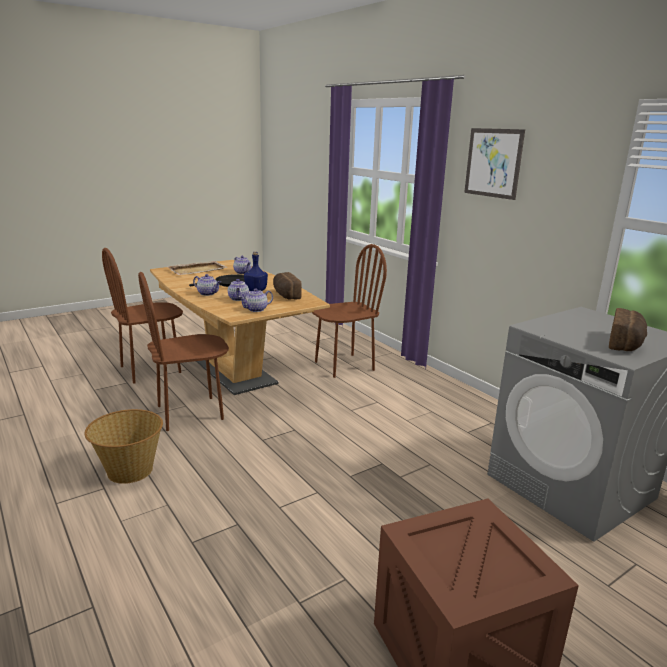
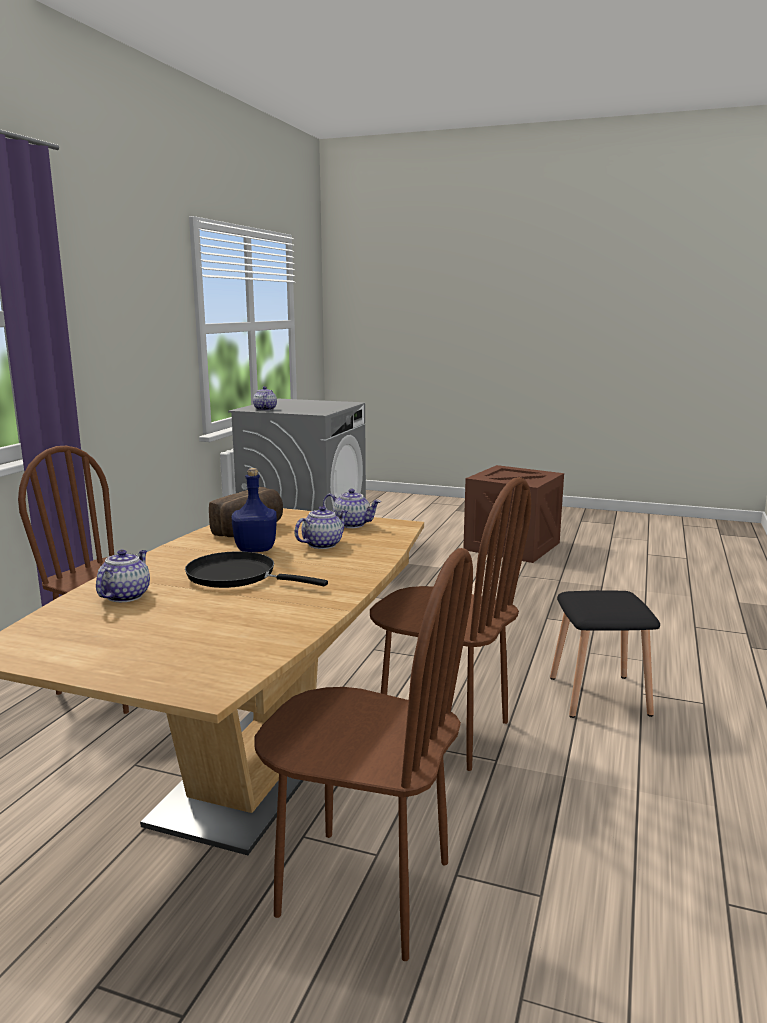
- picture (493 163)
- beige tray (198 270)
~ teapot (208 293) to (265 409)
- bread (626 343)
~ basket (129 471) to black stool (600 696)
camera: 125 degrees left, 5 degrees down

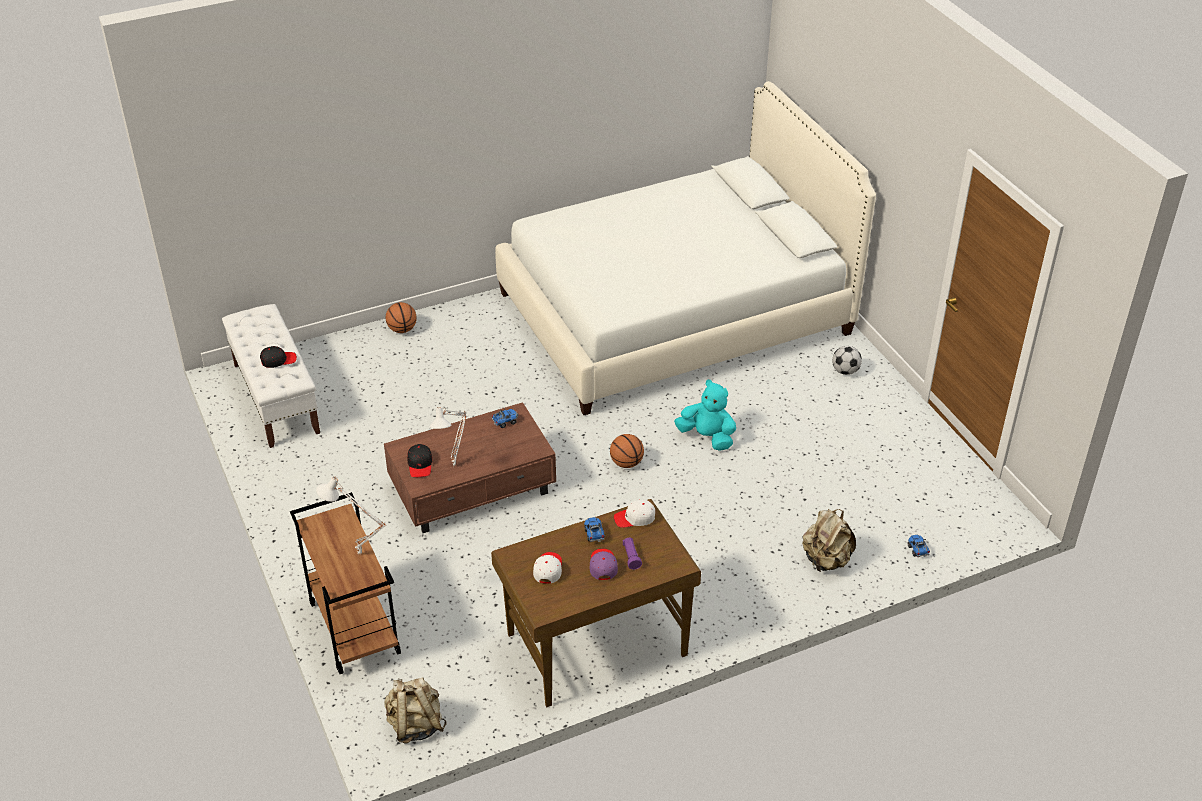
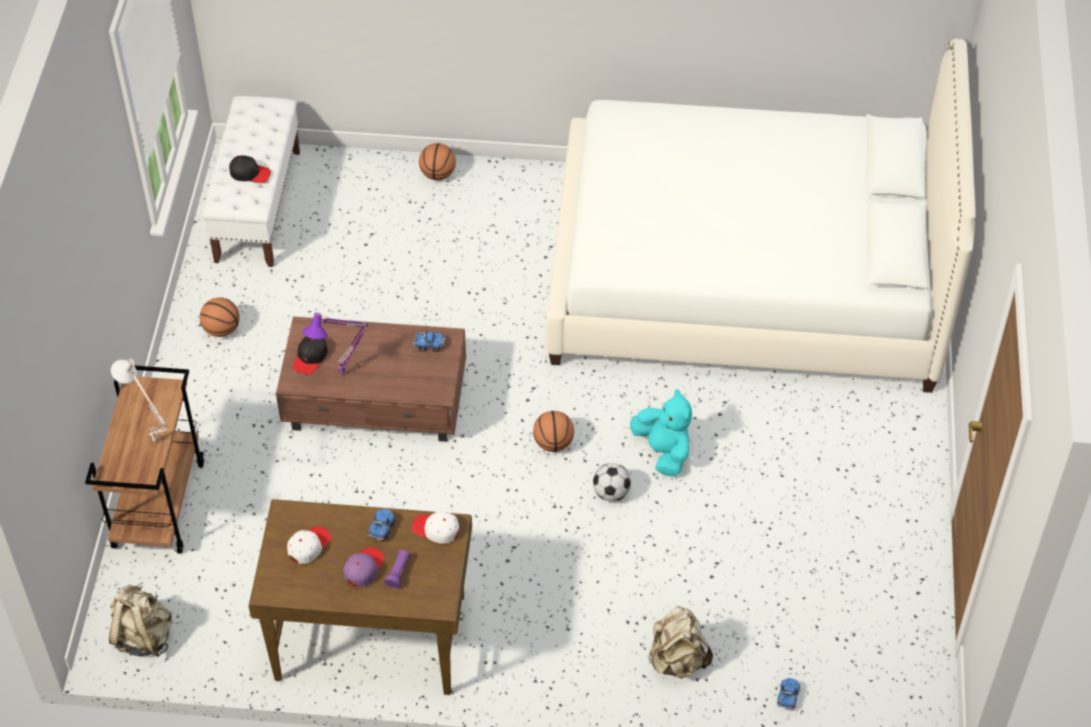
~ football (845 371) to (611 493)
~ white table lamp (456 466) to purple table lamp (343 376)
+ basketball (222 329)
camera: 30 degrees right, 10 degrees up

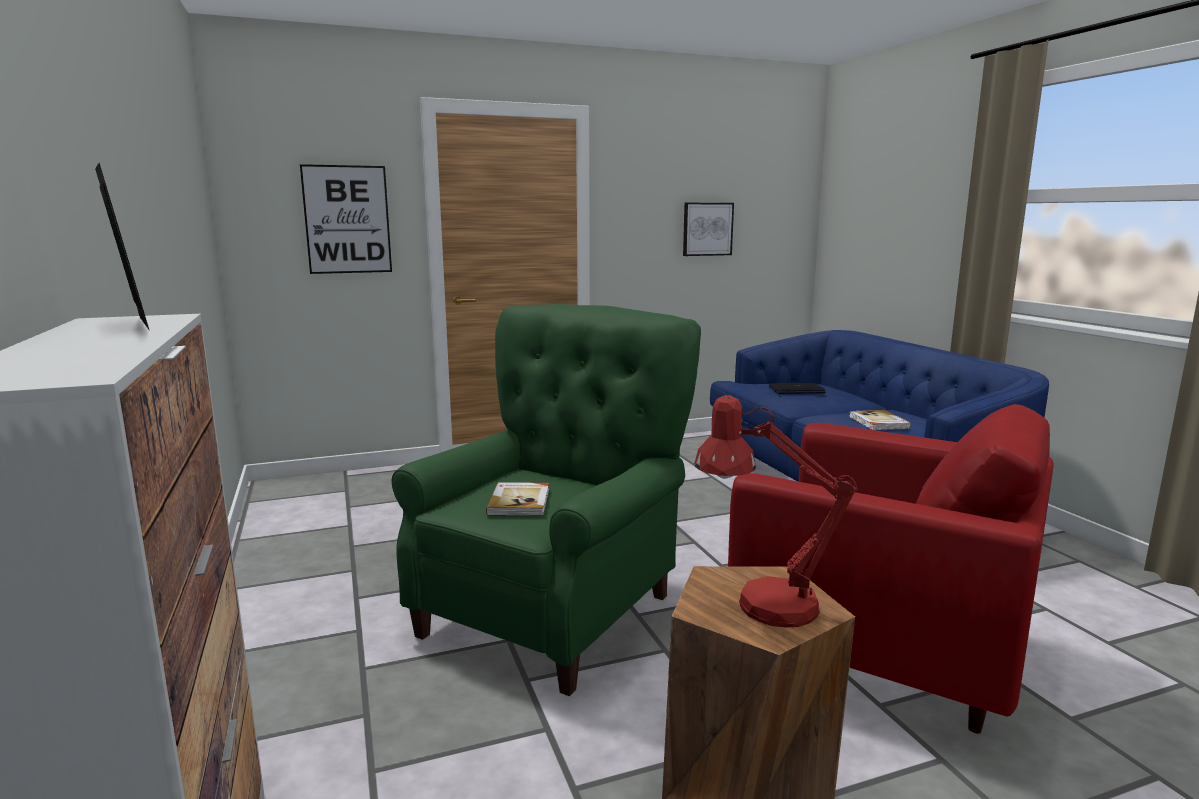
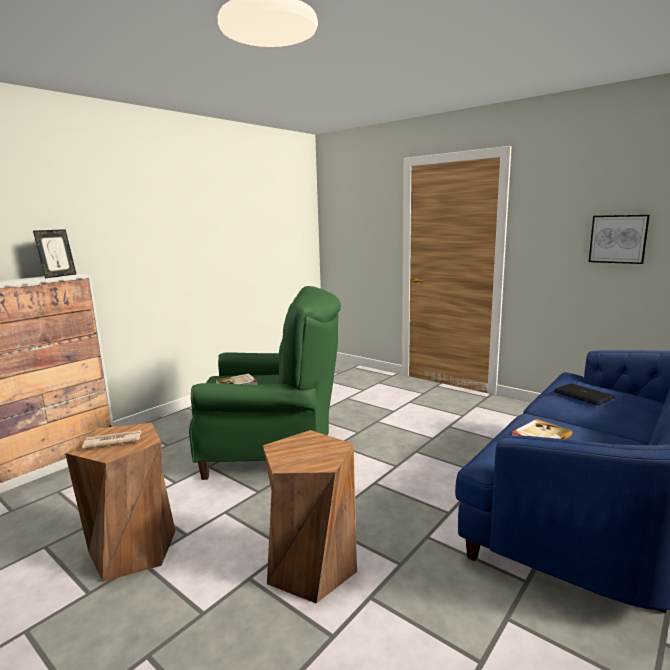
- picture (347 219)
~ red table lamp (760 604) to newspaper (112 441)
~ red armchair (877 654) to brown stool (311 567)
camera: 60 degrees right, 0 degrees up

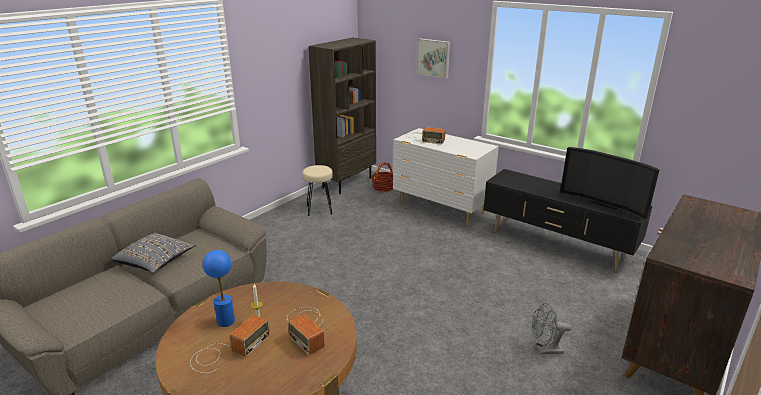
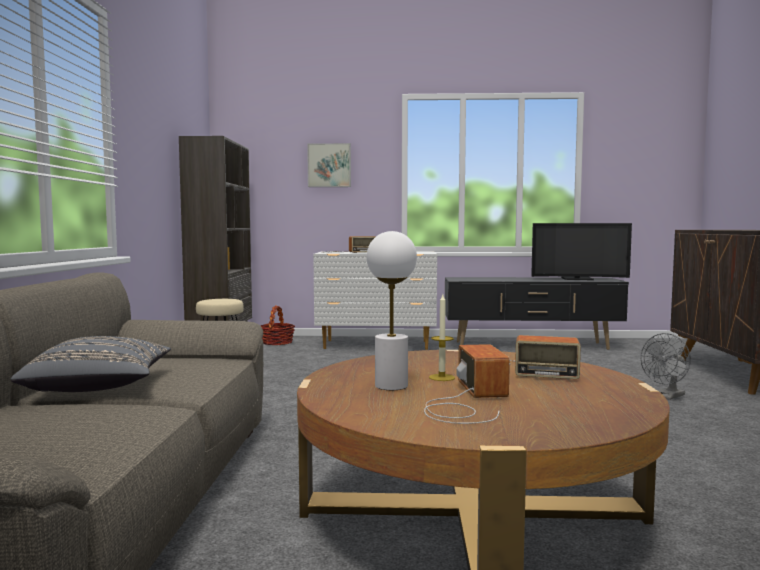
~ blue table lamp (225 321) to white table lamp (390 386)
camera: 35 degrees left, 20 degrees down

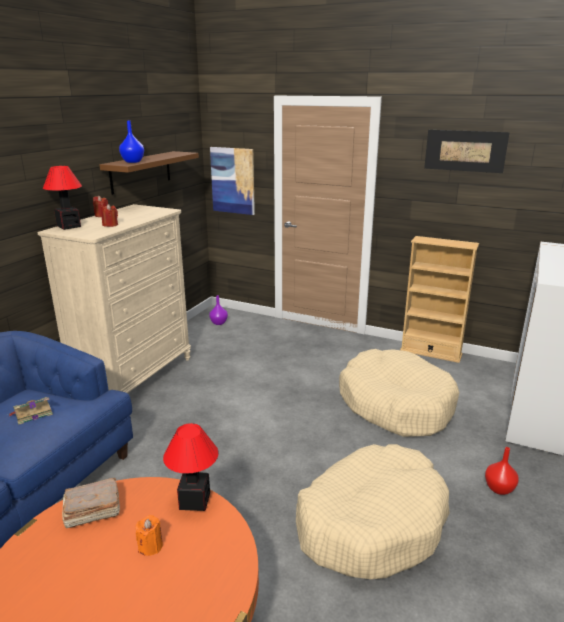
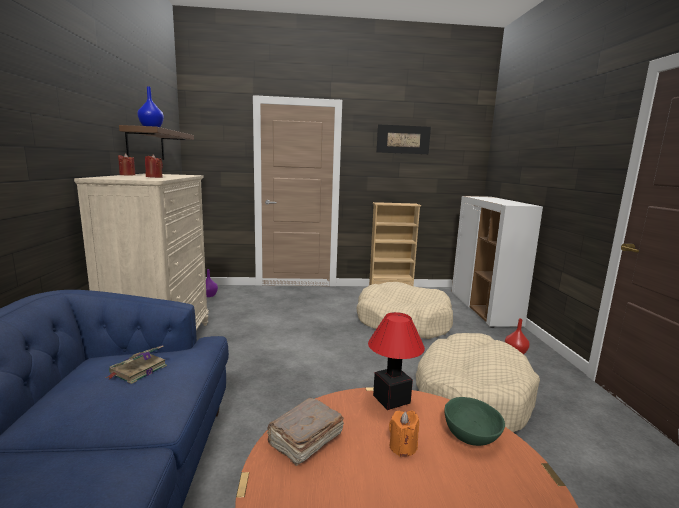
- picture (233 180)
- table lamp (68 226)
+ green bowl (470 435)
camera: 30 degrees left, 10 degrees down

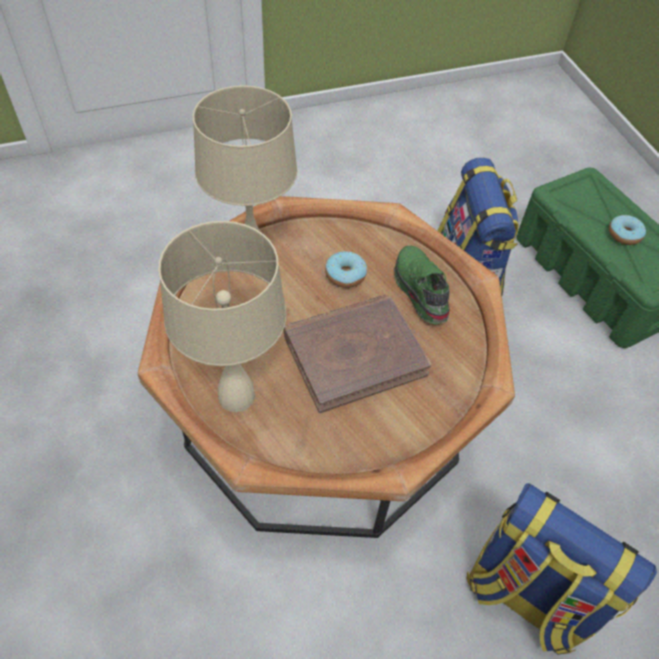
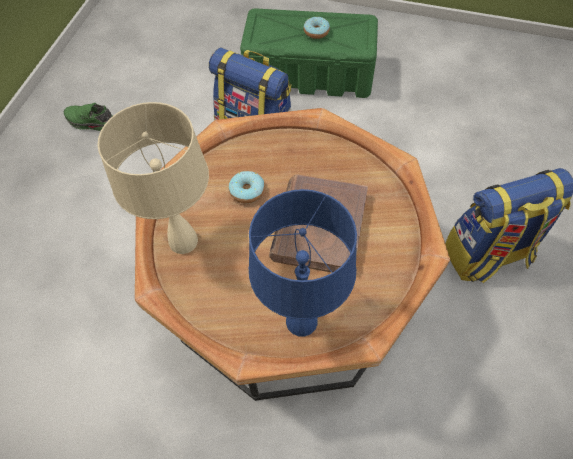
~ beige table lamp (235 396) to blue table lamp (301 322)
~ green shoe (419 290) to (91 123)
camera: 50 degrees left, 5 degrees up

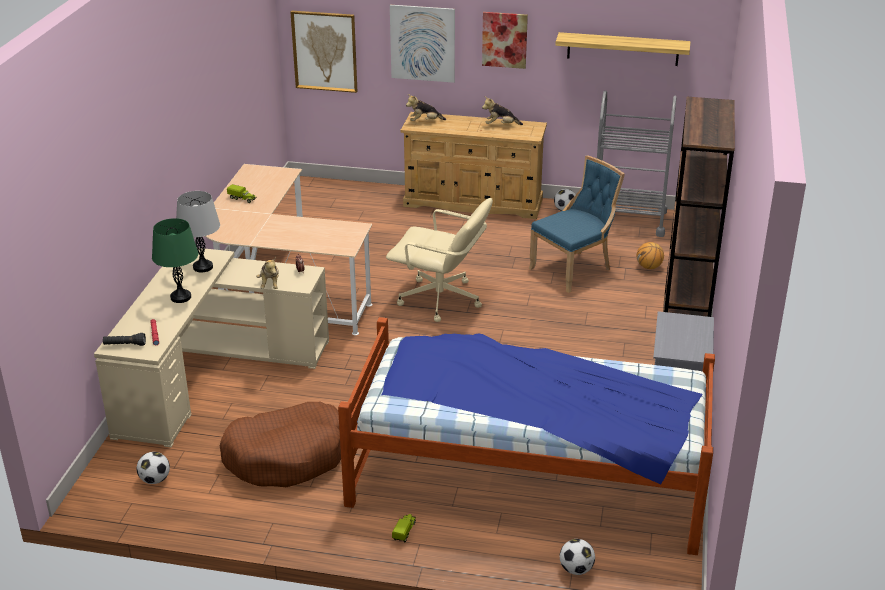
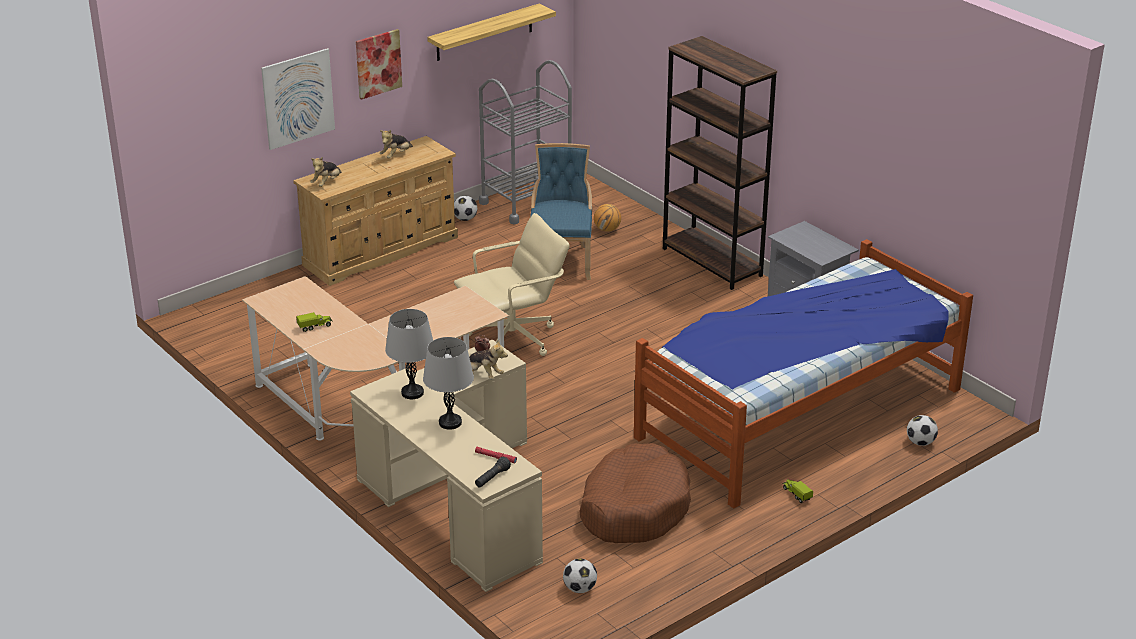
- picture (325 51)
~ green table lamp (180 297) to grey table lamp (450 422)
camera: 50 degrees left, 0 degrees up

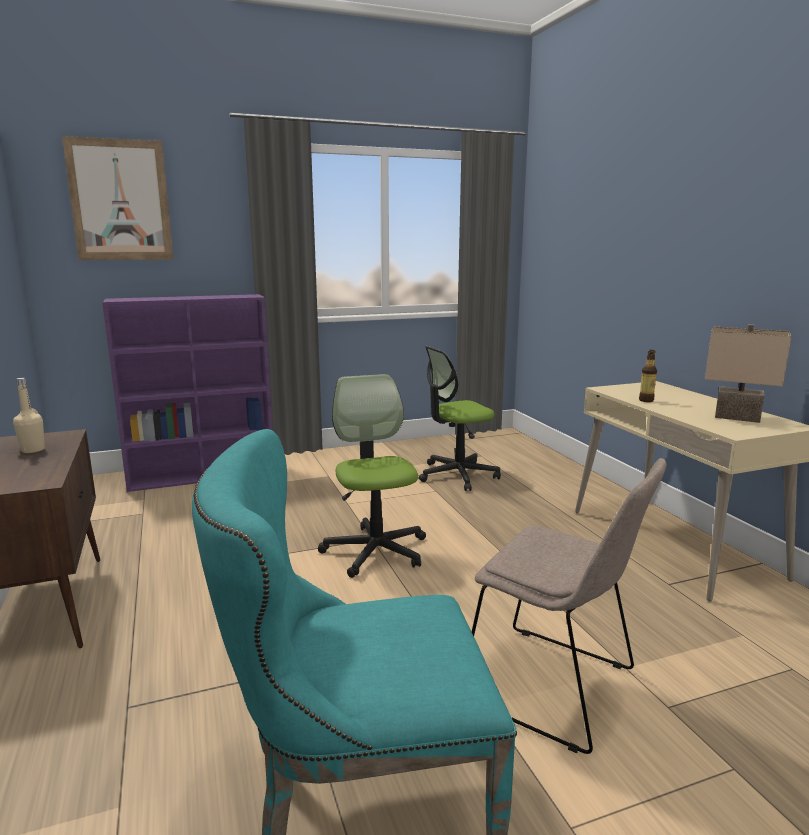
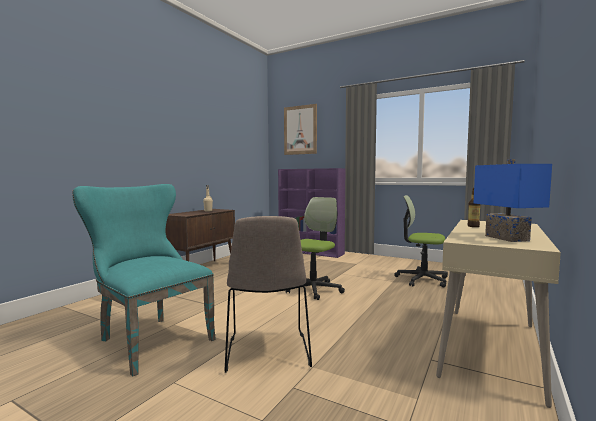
~ beige table lamp (736 417) to blue table lamp (504 238)
camera: 50 degrees right, 10 degrees down

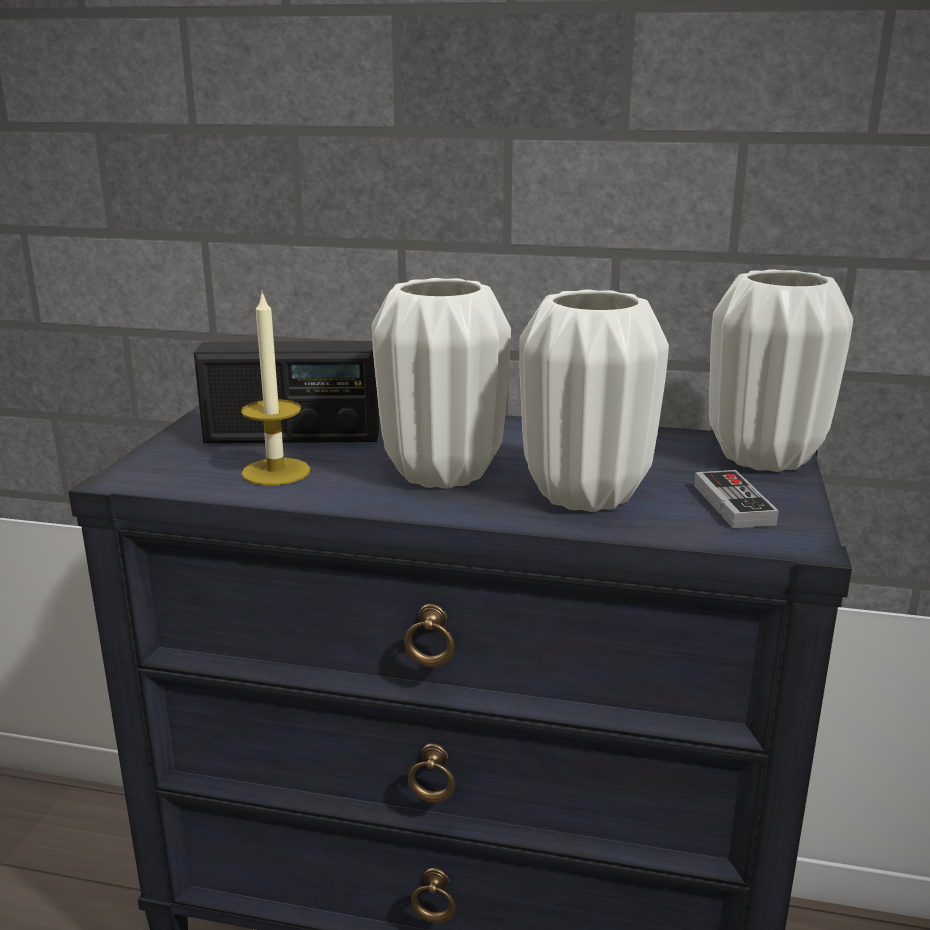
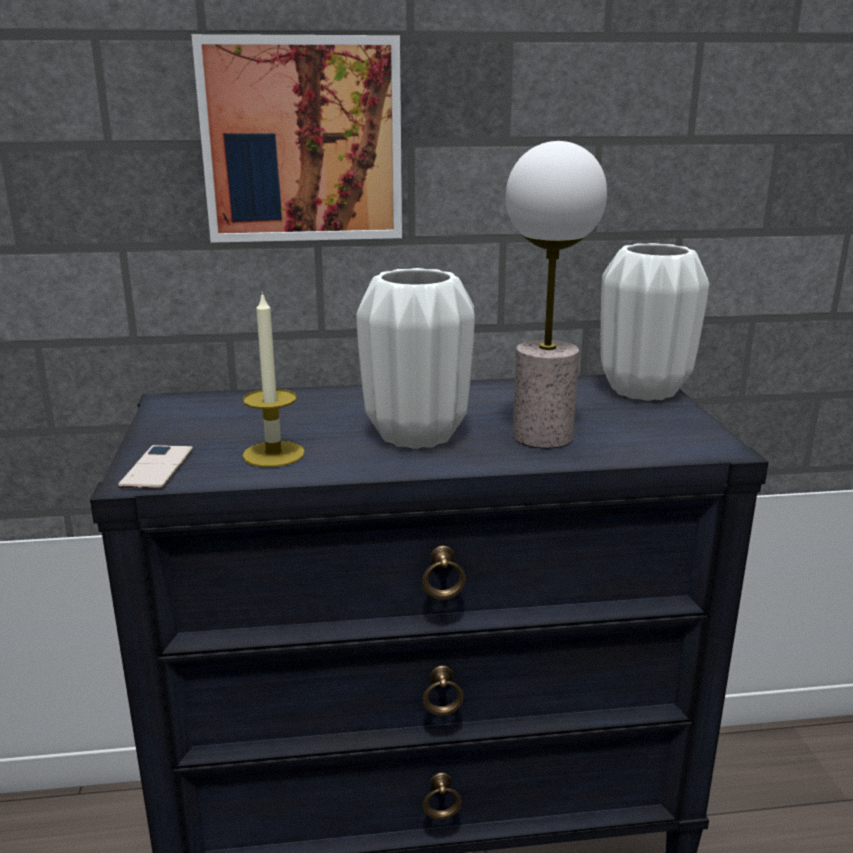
~ white vase (583 495) to table lamp (541 436)
- radio (292 436)
- game controller (733 504)
+ picture (302 140)
+ phone (157 468)
camera: 20 degrees left, 0 degrees up

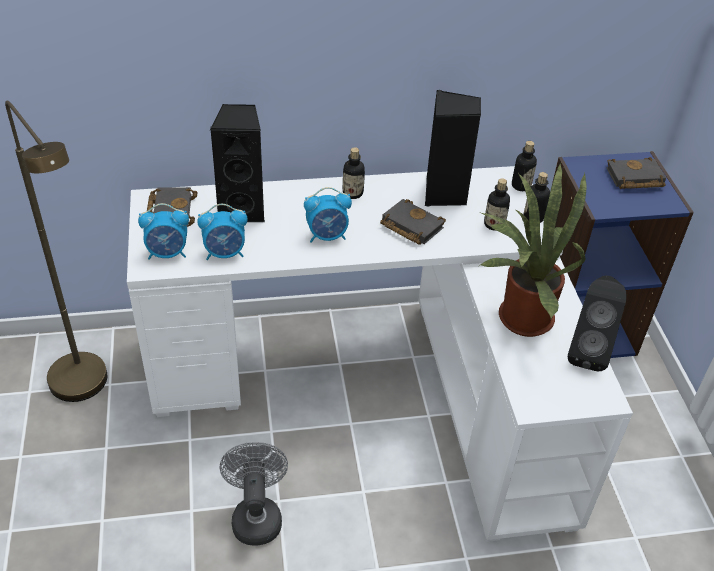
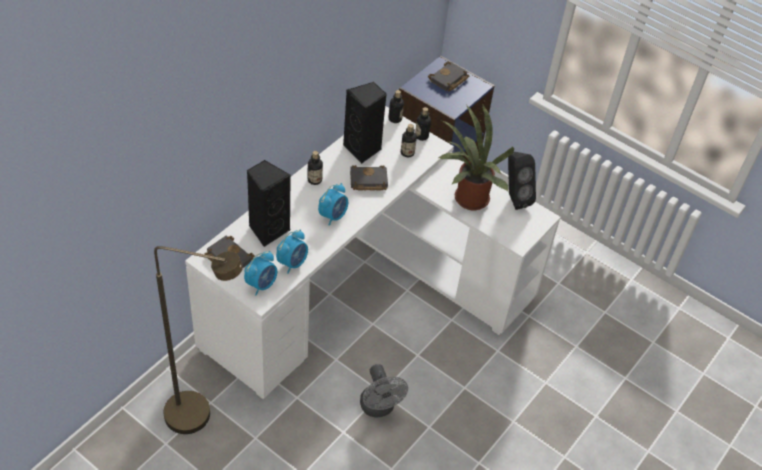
~ grey fan (256 515) = (379 408) 150 degrees counterclockwise
camera: 45 degrees left, 5 degrees up

